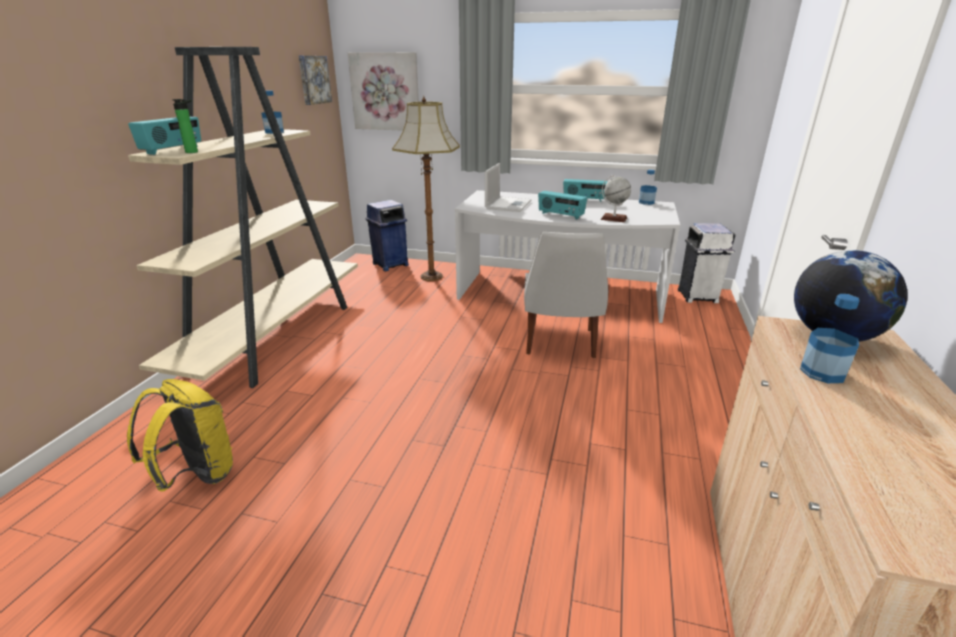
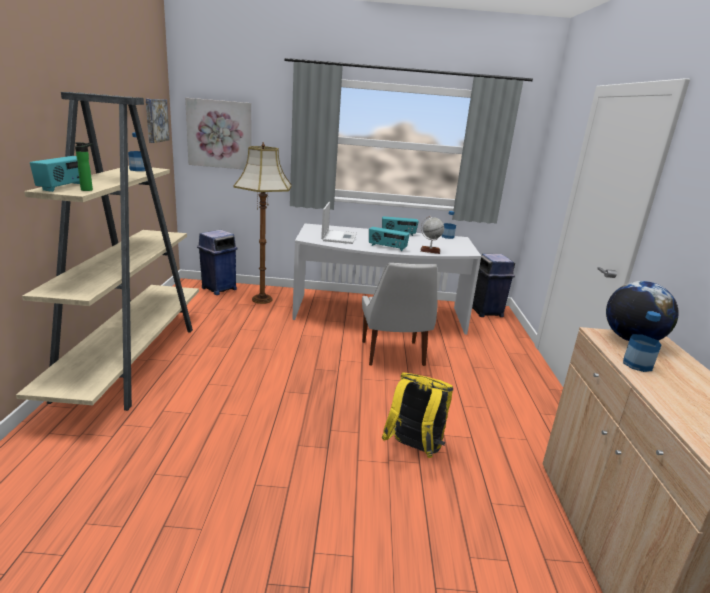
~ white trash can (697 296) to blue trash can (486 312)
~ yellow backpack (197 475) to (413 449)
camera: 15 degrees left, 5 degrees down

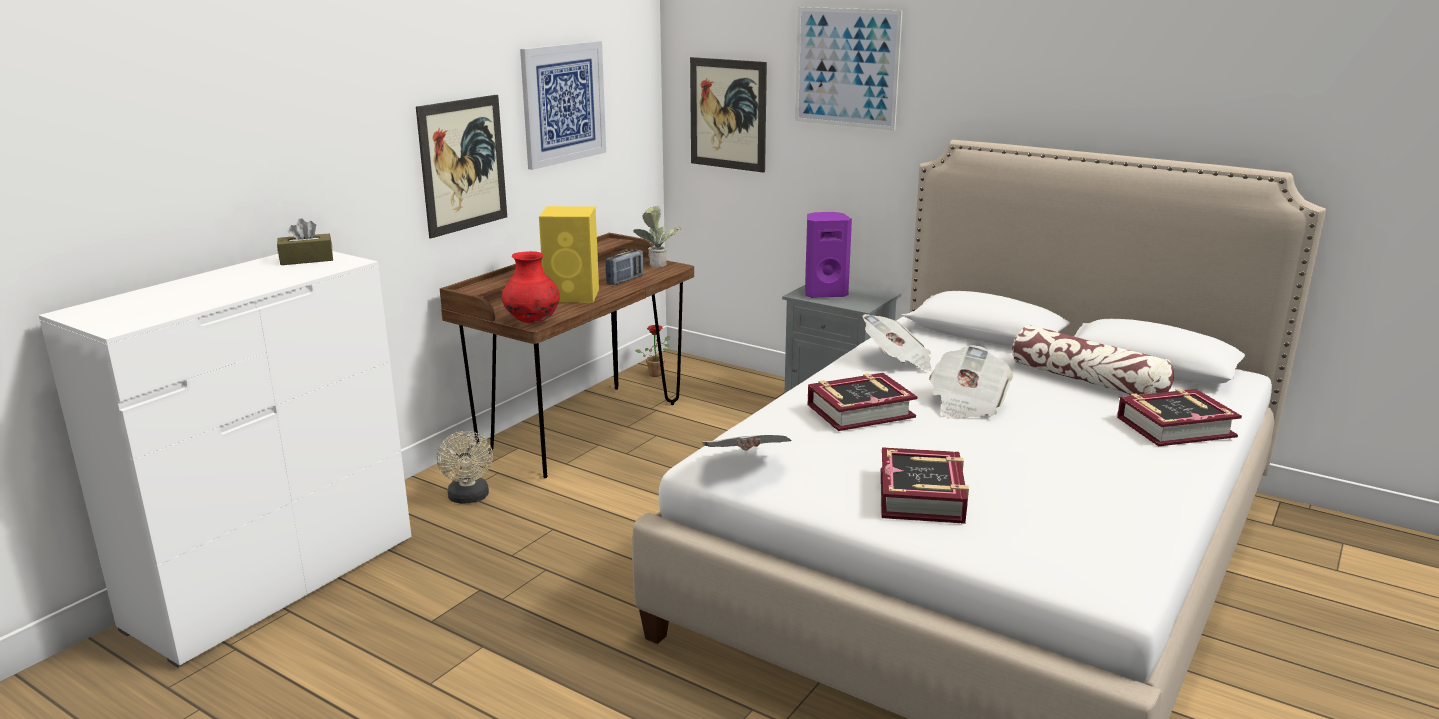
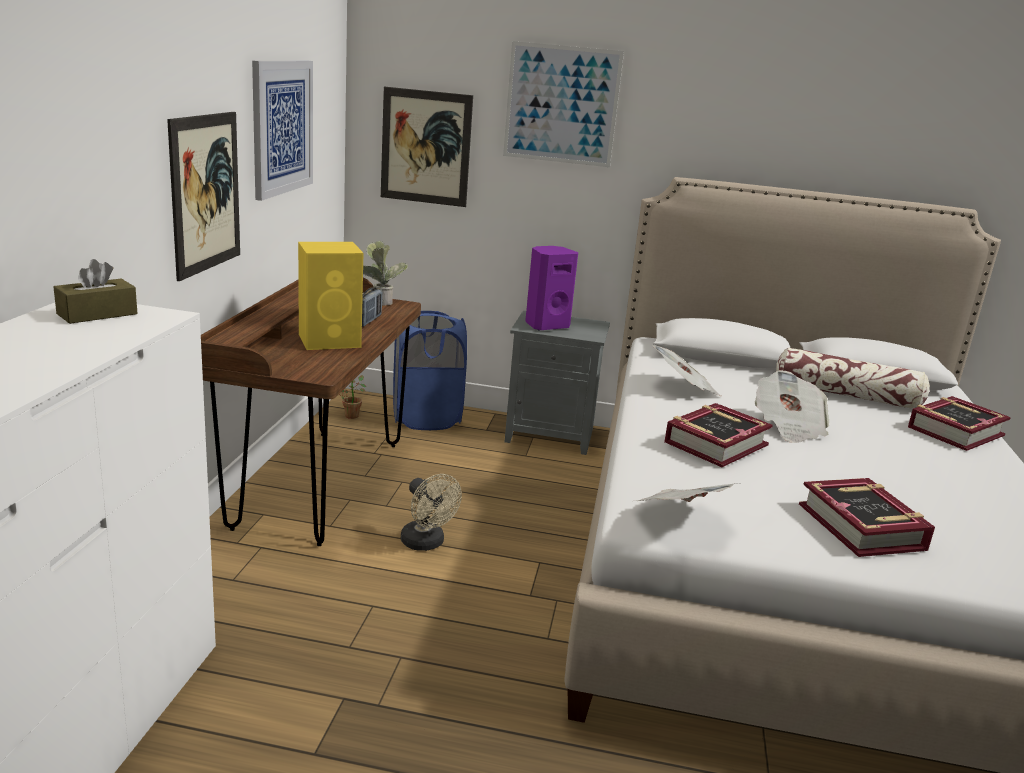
- red vase (532 321)
~ beige fan (469 498) to (426 543)
+ blue laundry basket (426 418)
camera: 25 degrees left, 0 degrees up

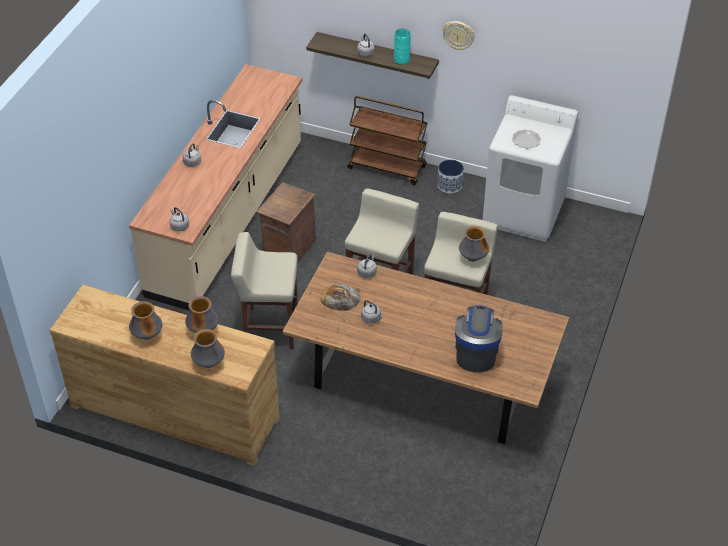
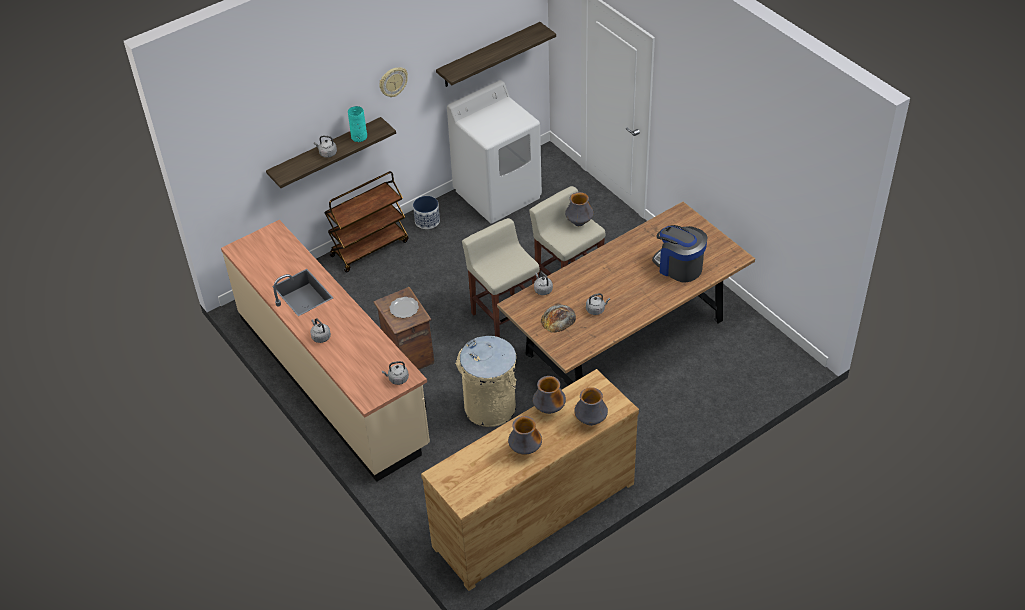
~ plate (526 140) to (404 308)
~ beige stool (270 328) to beige trash can (490 408)
+ shelf (489 55)
camera: 55 degrees left, 0 degrees up

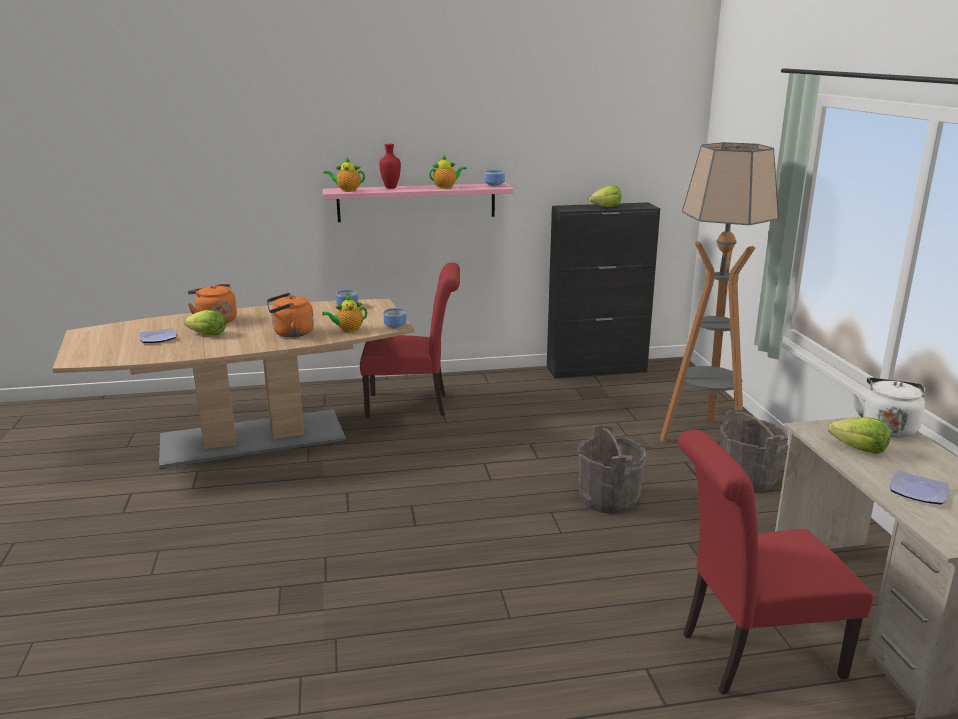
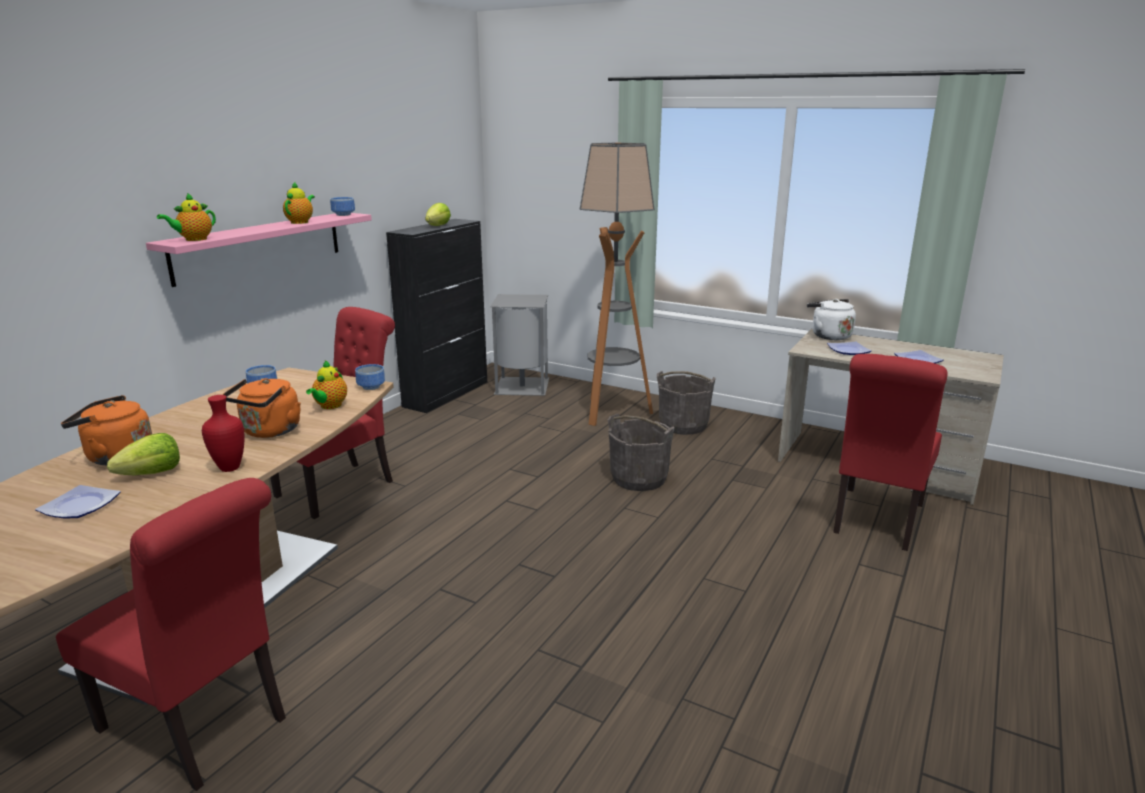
~ red vase (390 188) to (228 469)
~ lettuce (859 449) to plate (849 351)
+ grey trash can (521 387)
+ red chair (201 727)
camera: 50 degrees left, 0 degrees up

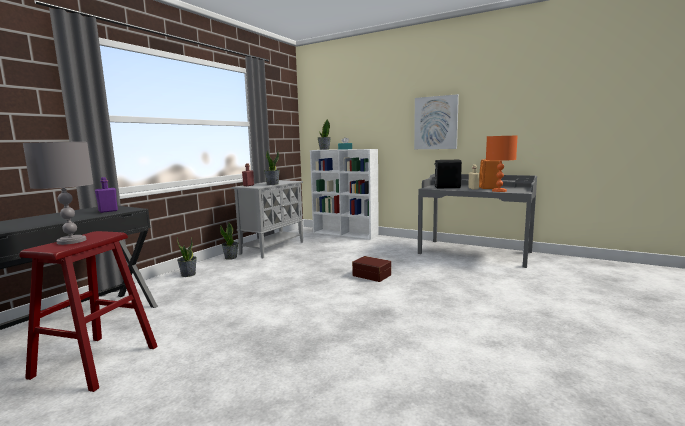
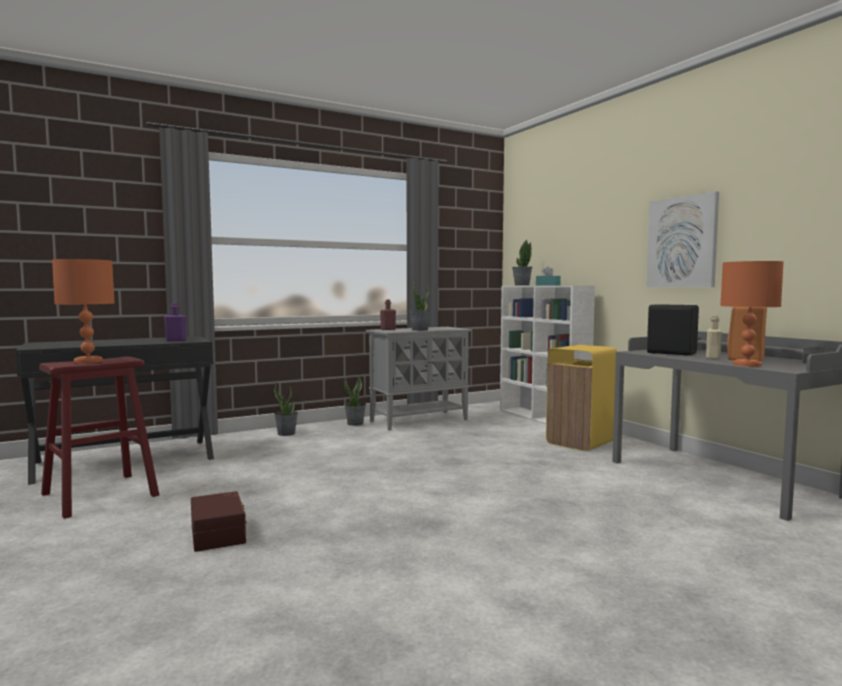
~ grey table lamp (71 241) to orange table lamp (88 361)
~ brown storage box (372 275) to (220 533)
+ yellow trash can (581 442)
camera: 30 degrees right, 5 degrees down

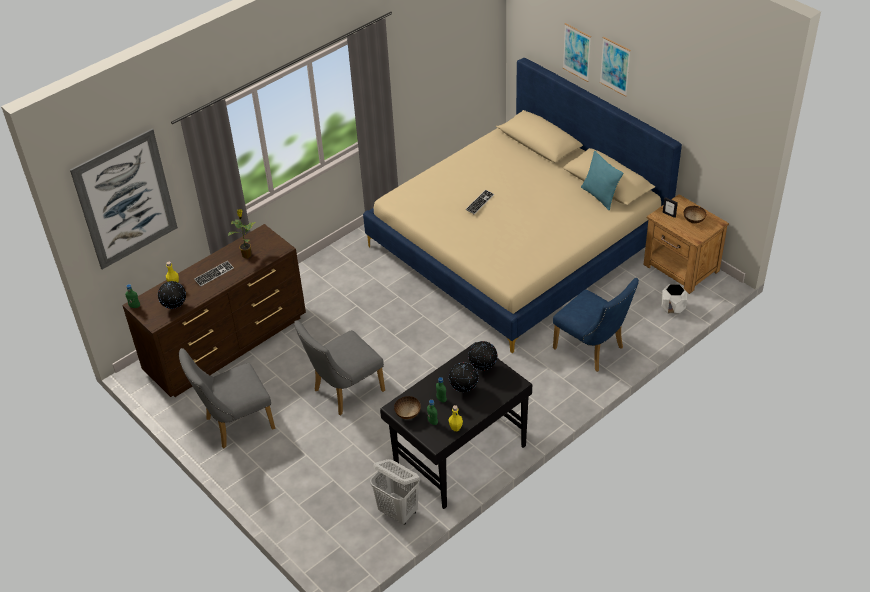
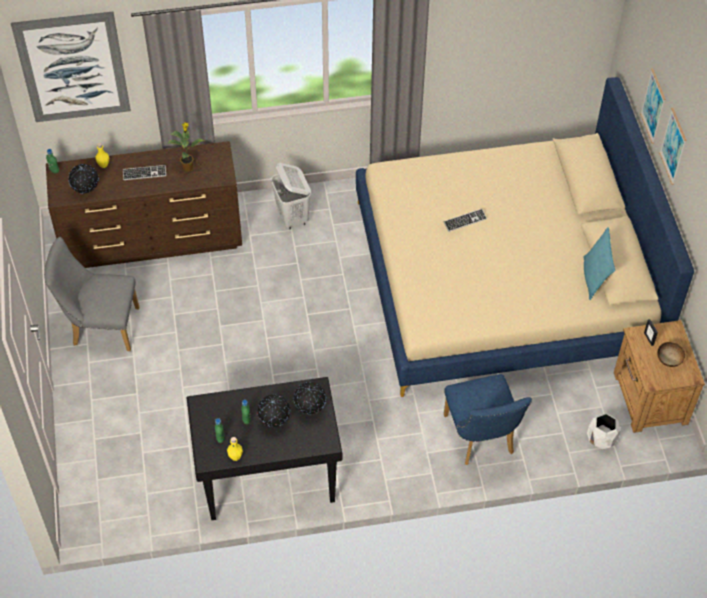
- grey chair (344 392)
- bowl (407 414)
~ white laundry basket (398 512) to (292 217)
camera: 30 degrees right, 10 degrees up

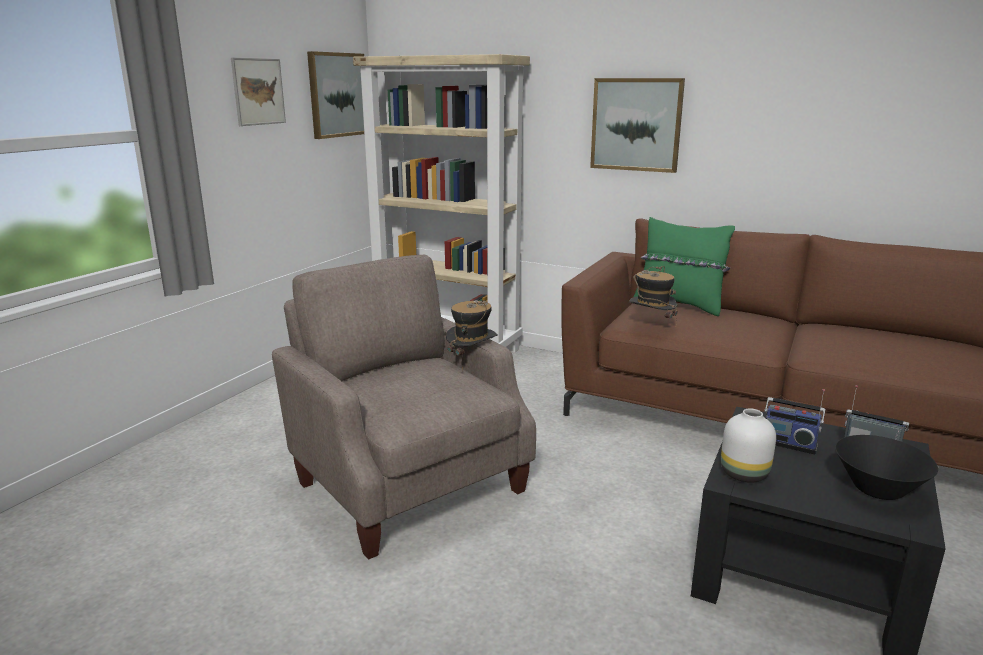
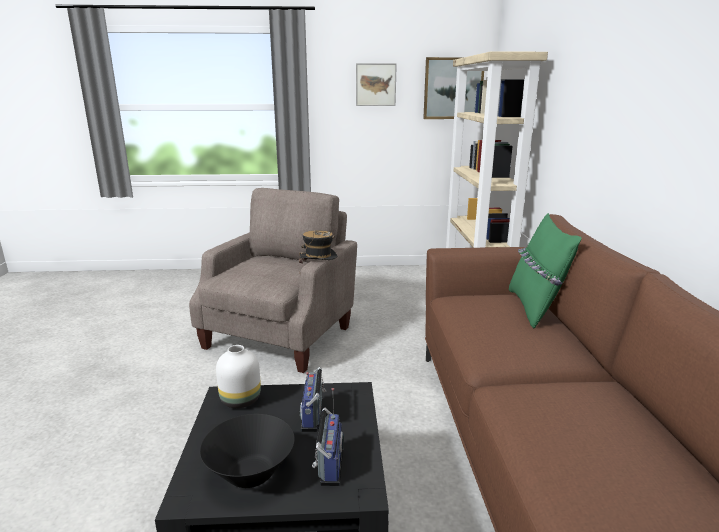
- picture (636 124)
- hat (651 326)
camera: 60 degrees right, 0 degrees up

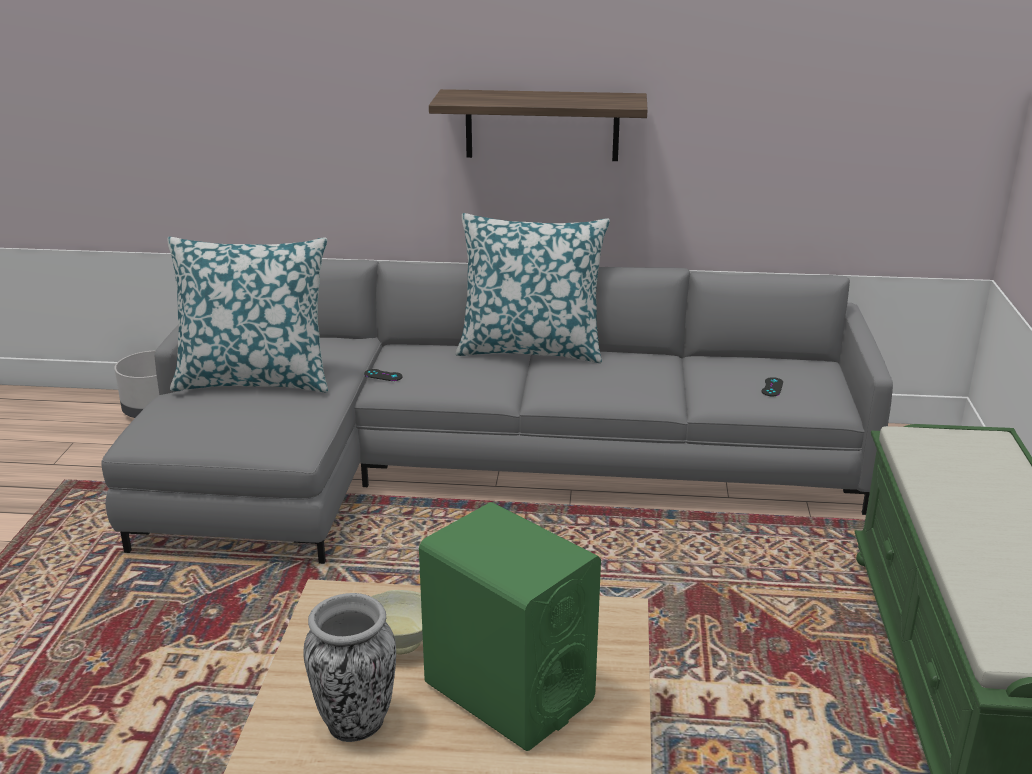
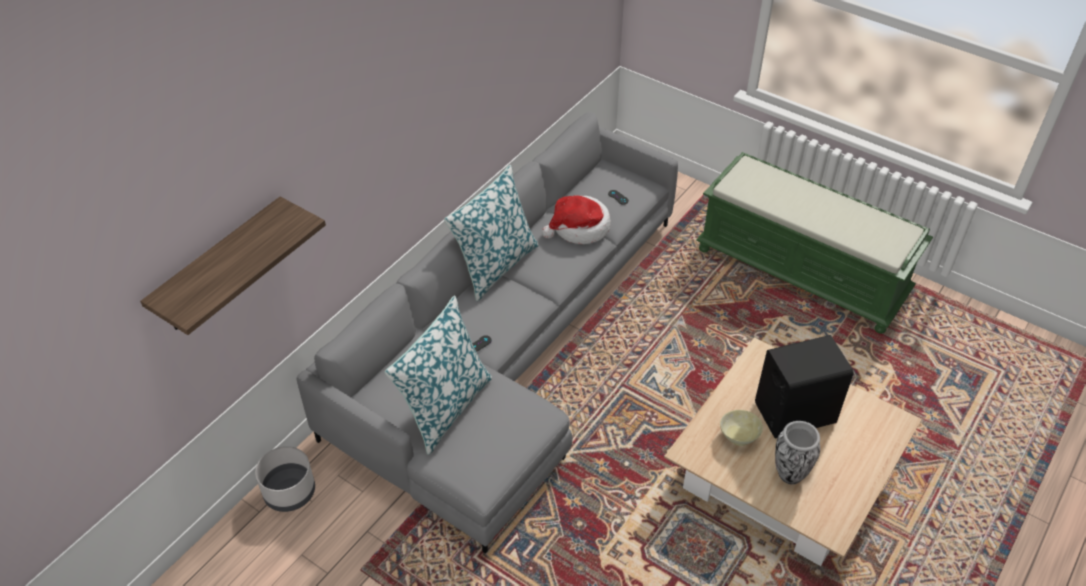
~ shelf (542 125) to (220 267)
~ green speaker (508 692) to black speaker (794 413)
+ hat (579 228)
camera: 60 degrees left, 20 degrees up

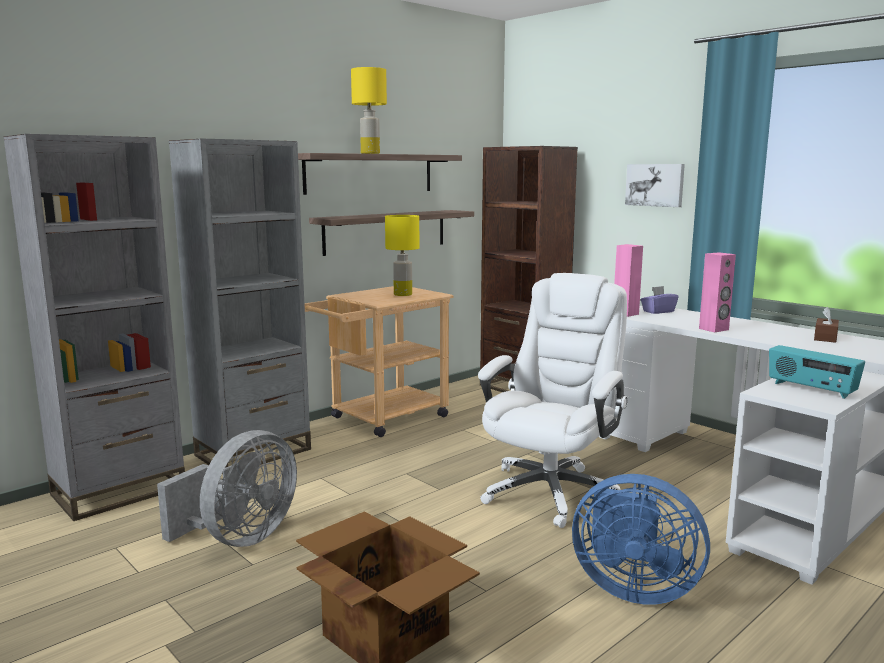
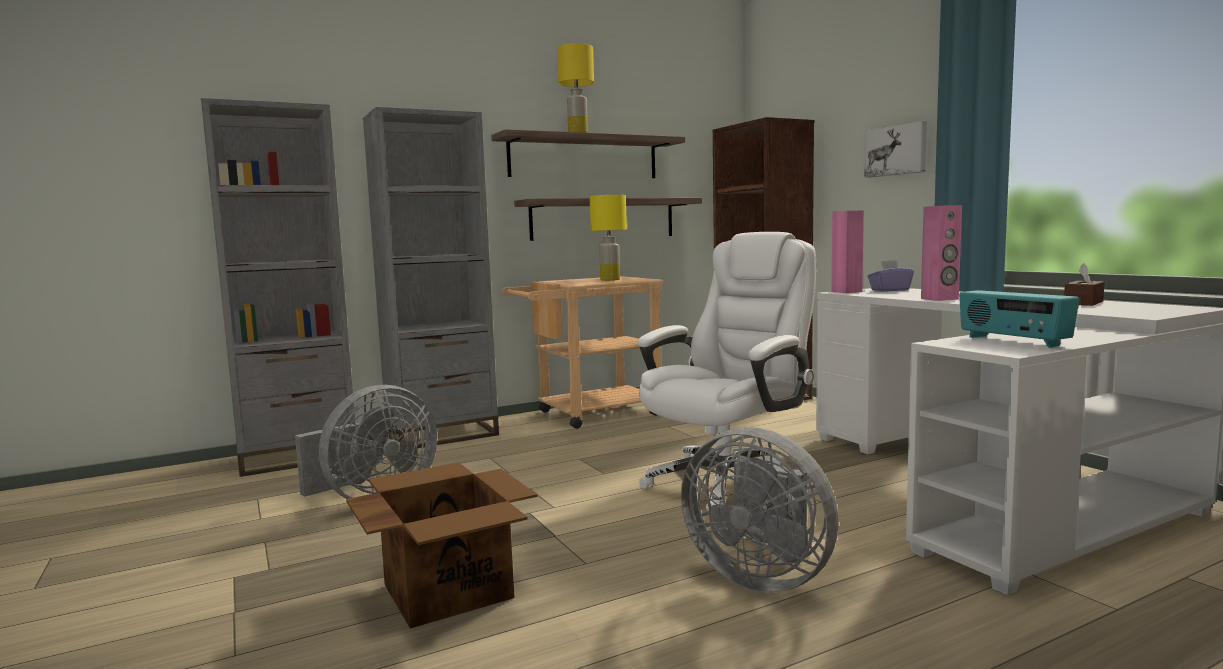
~ blue fan (632 588) to grey fan (760 576)
camera: 15 degrees right, 5 degrees down

